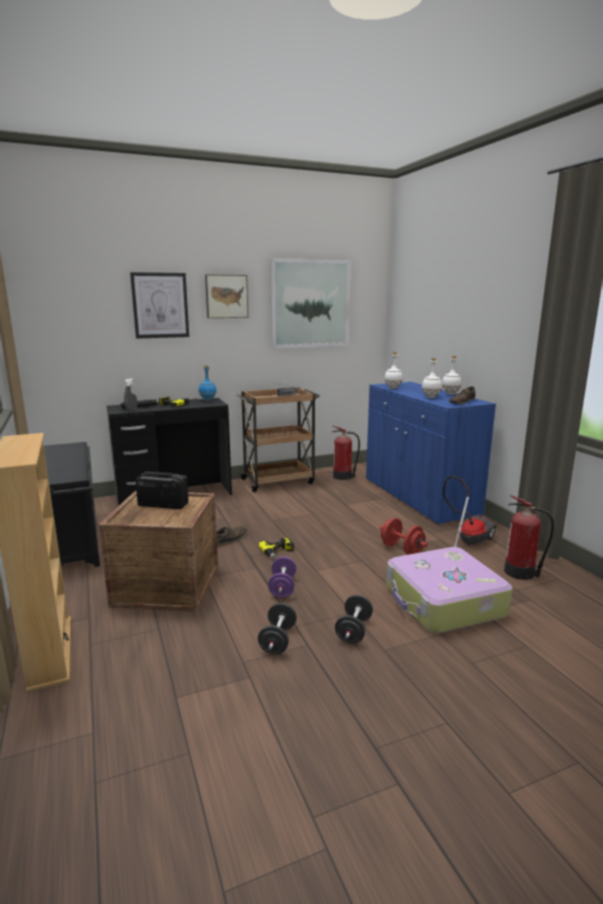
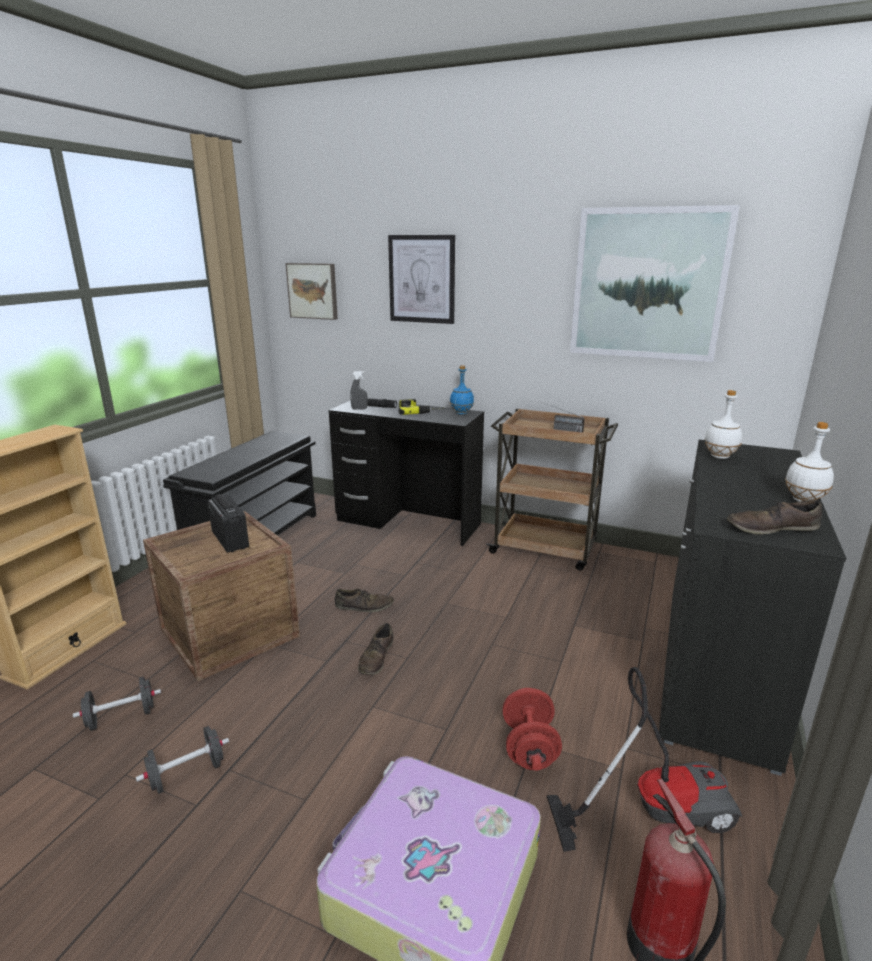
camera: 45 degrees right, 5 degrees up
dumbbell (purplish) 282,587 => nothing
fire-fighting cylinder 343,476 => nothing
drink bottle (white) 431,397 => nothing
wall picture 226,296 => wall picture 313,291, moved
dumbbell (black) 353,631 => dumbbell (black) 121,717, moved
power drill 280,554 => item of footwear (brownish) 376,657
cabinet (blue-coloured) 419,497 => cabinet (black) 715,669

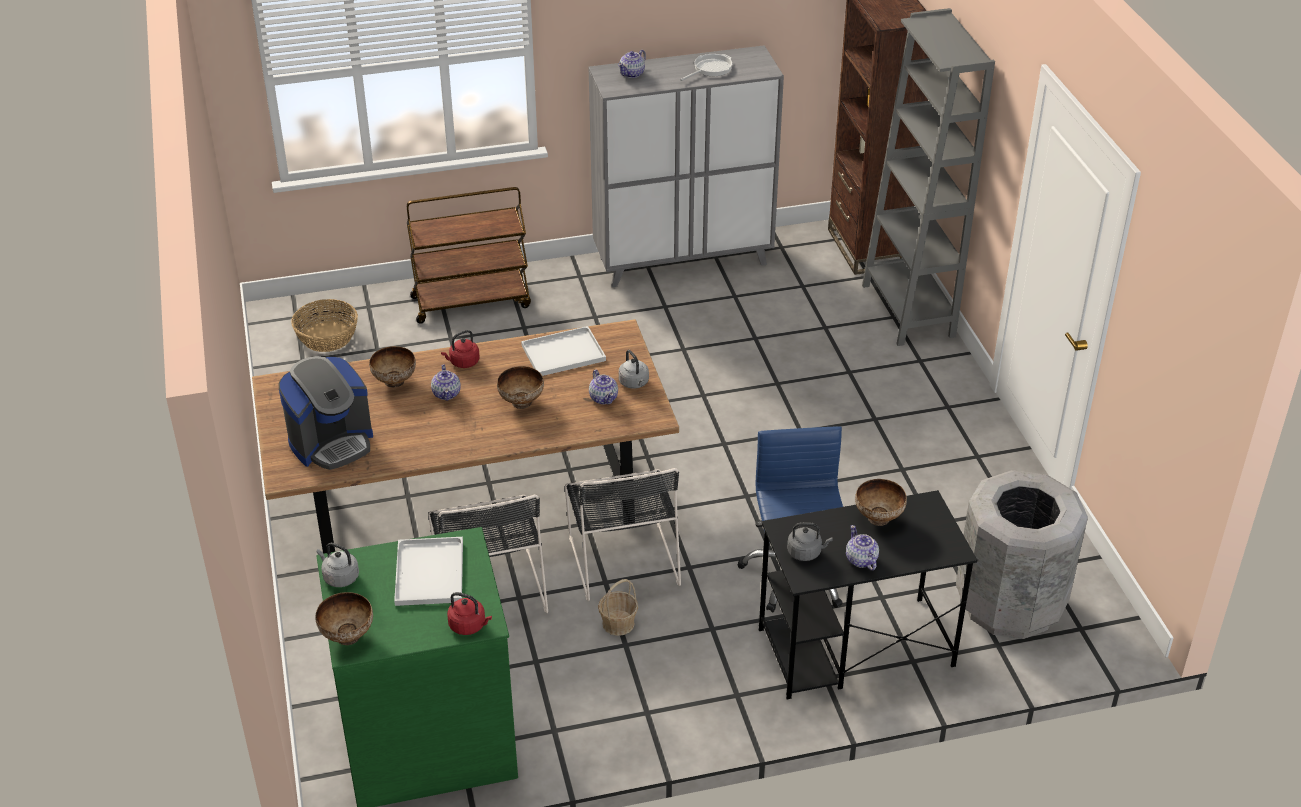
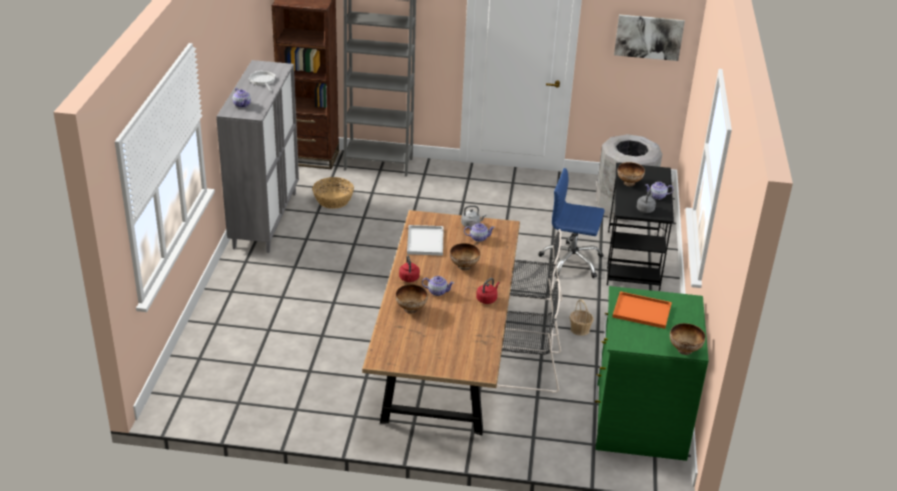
camera: 70 degrees left, 5 degrees down
coffee brewer 332,443 => nothing
water kettle (grey) 339,577 => nothing
wheeled cart (brownish) 471,301 => nothing
nothing => wall picture 648,37
basket 327,337 => basket 333,200, moved
water kettle (red) 469,626 => water kettle (red) 487,299, moved
tray (white) 430,574 => tray (orangey) 643,311

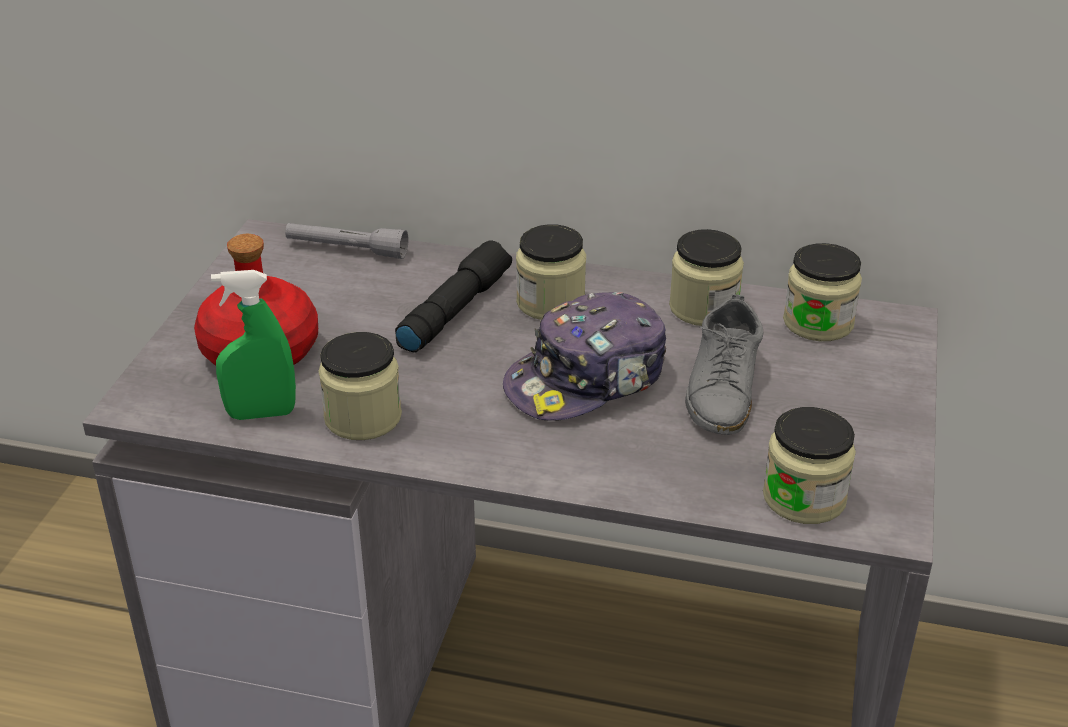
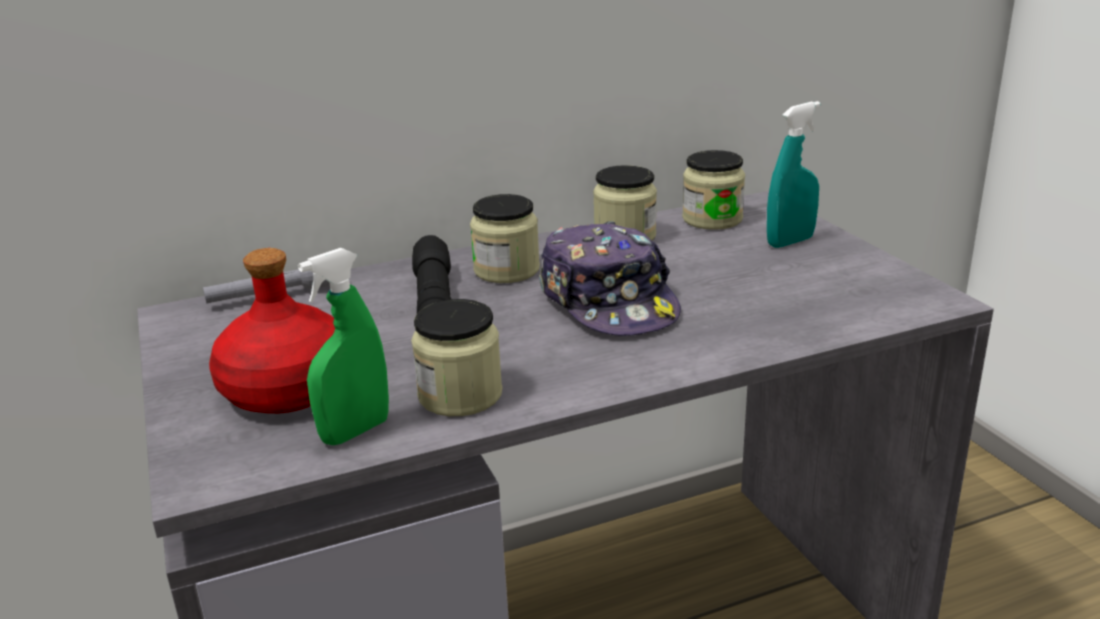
camera: 35 degrees left, 10 degrees down
item of footwear (grey) 723,387 => nothing
jar 804,498 => nothing
nothing => hand sprayer (blue-green) 790,242
peaked cap 587,379 => peaked cap 609,302, 45 degrees counterclockwise

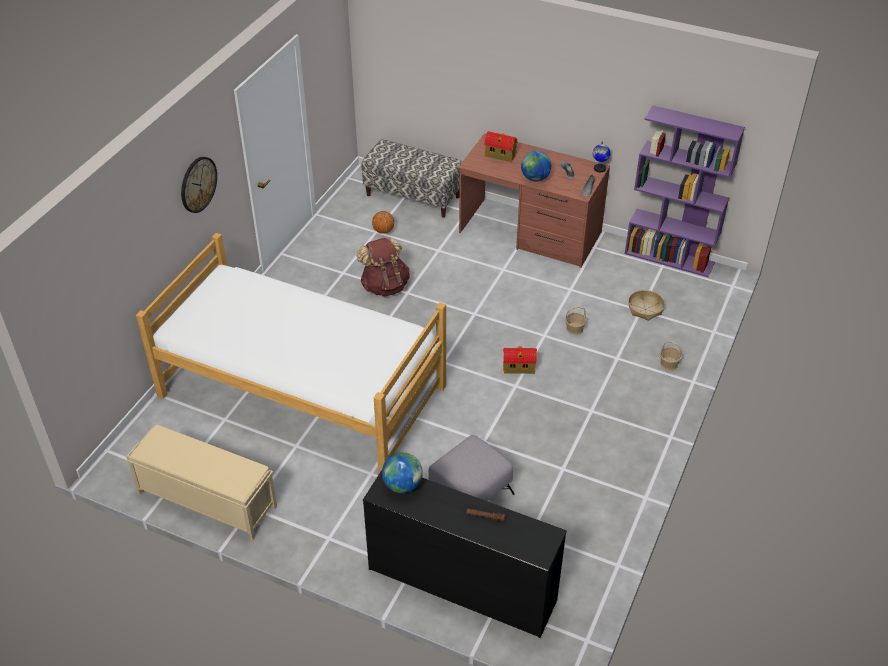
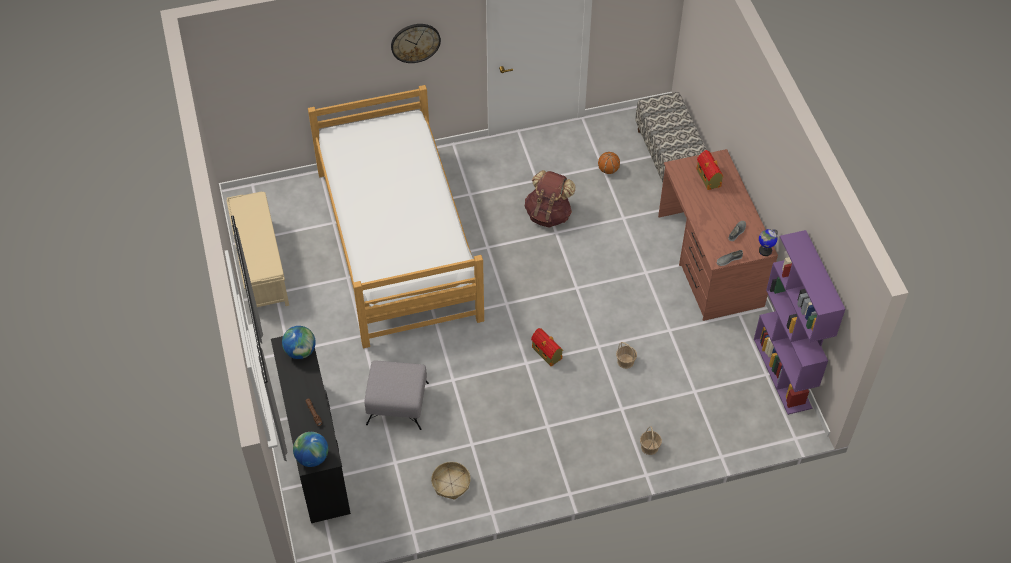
camera: 50 degrees right, 10 degrees up
world globe 535,178 => world globe 312,457, moved
basket 645,309 => basket 451,484, moved

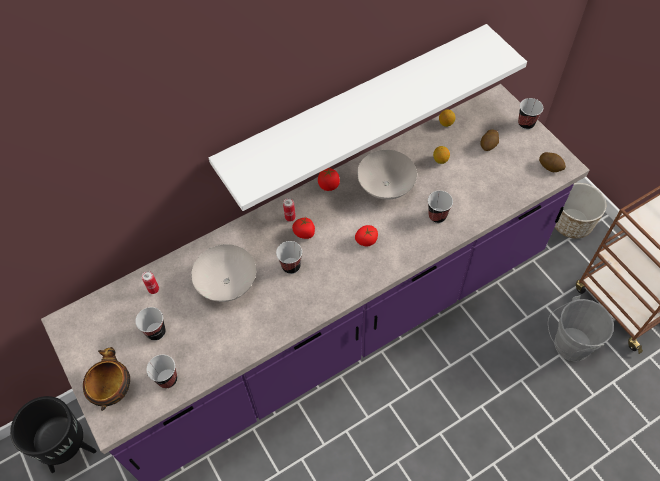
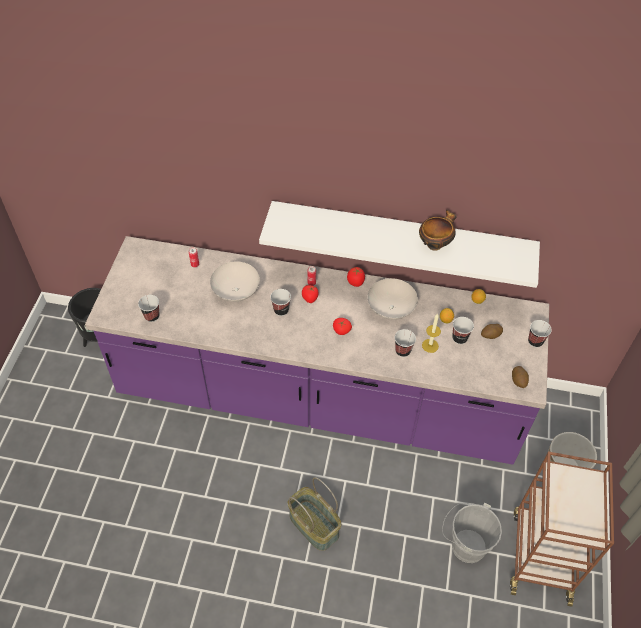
camera: 40 degrees right, 5 degrees down
nothing => basket 315,525
nothing => wax light 430,345
serving bowl 113,389 => serving bowl 435,244, moved
drinking cup 156,332 => drinking cup 459,338, moved

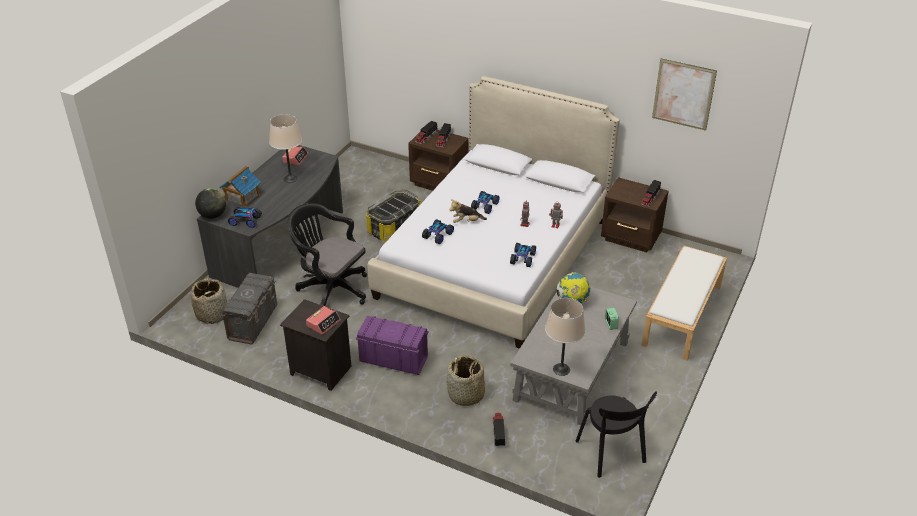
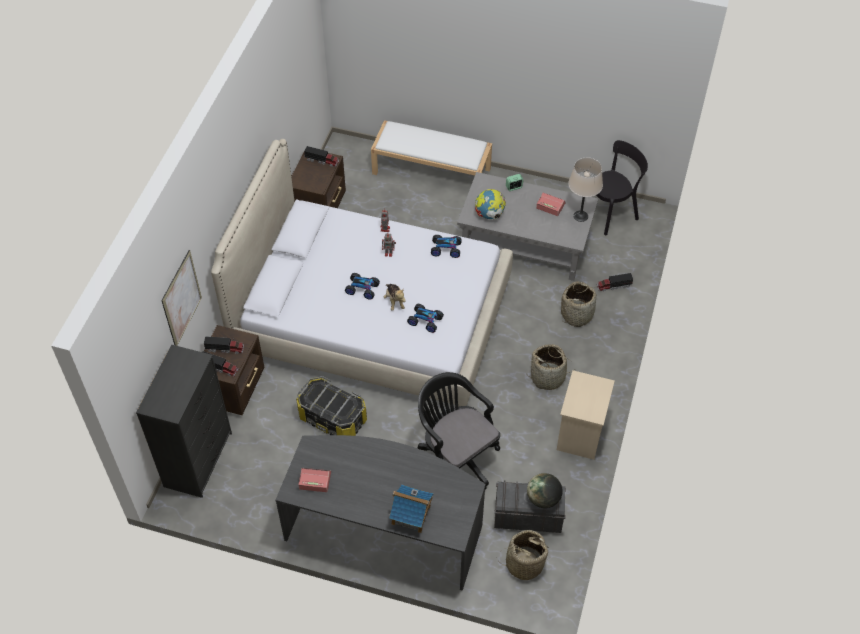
camera: 100 degrees left, 15 degrees up
model car 245,220 => nothing
table lamp (beige-coloured) 290,179 => nothing
nothing => chest of drawers (black) 198,459
world globe 213,215 => world globe 543,499, moved
bedside clock 323,323 => bedside clock 550,206, moved
wall picture 683,94 => wall picture 181,299, moved
storage bin (purplish) 393,359 => basket 548,377
bedside table (black) 319,371 => bedside table (beige-coloured) 581,435
computer chair (black) 330,289 => computer chair (black) 455,456, 120 degrees clockwise

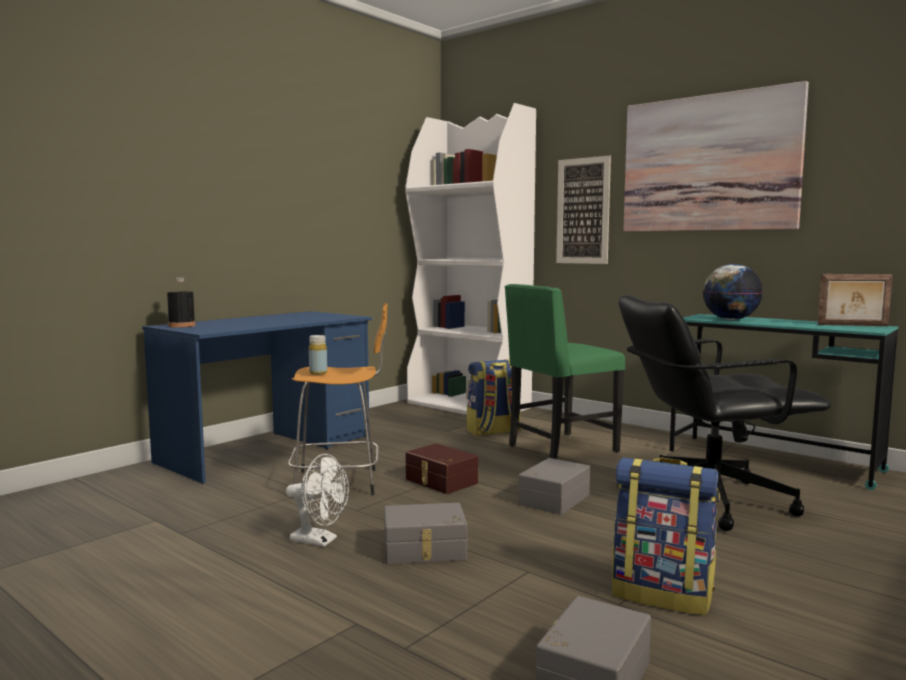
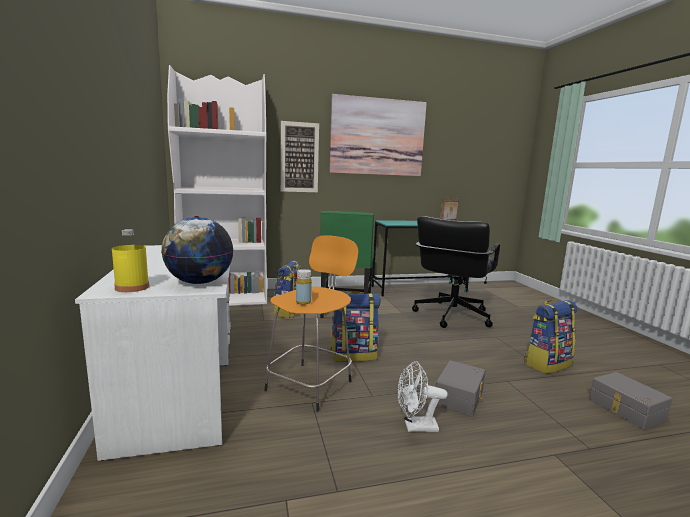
camera: 55 degrees left, 5 degrees up
storage bin (grey) 552,499 => nothing
world globe 730,319 => world globe 199,282, moved
storage bin (brownish) 440,481 => backpack 354,354
desk unit (blue-coloured) 268,450 => desk unit (white) 181,387
drink bottle (black) 182,326 => drink bottle (yellowish) 132,287
electric fan (white) 320,540 => electric fan (white) 415,427, 150 degrees counterclockwise

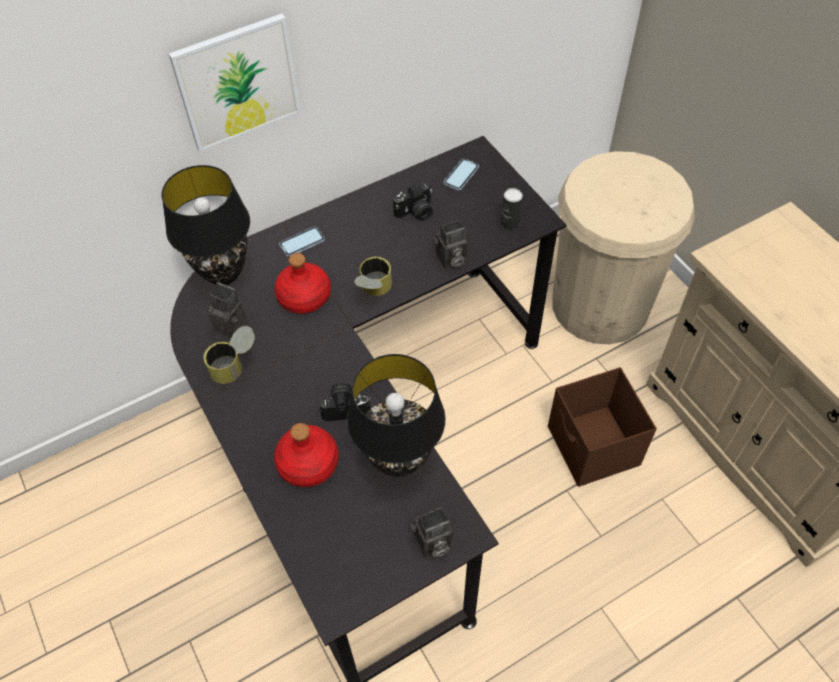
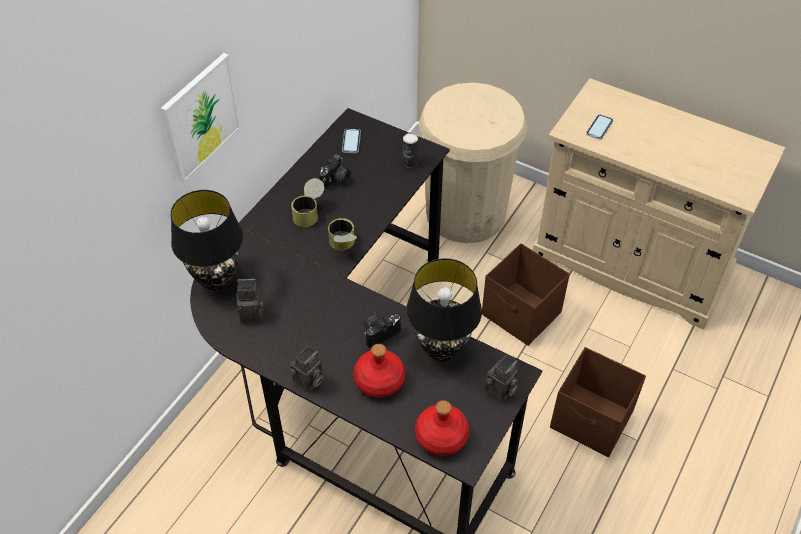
camera: 30 degrees left, 5 degrees down
nothing => storage bin (brownish) 592,421
can 235,365 => can 309,212, moved
drink bottle (red) 305,296 => drink bottle (red) 441,436, moved
handset 302,242 => handset 599,128, moved
still camera 450,261 => still camera 308,382, moved

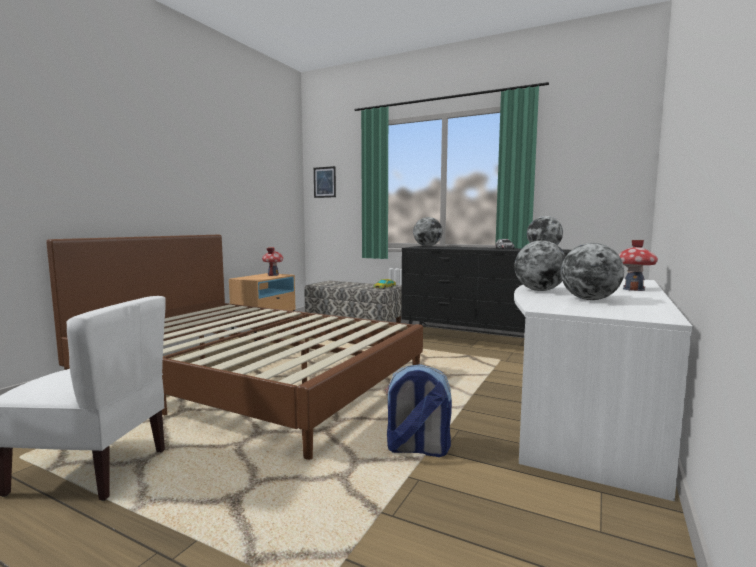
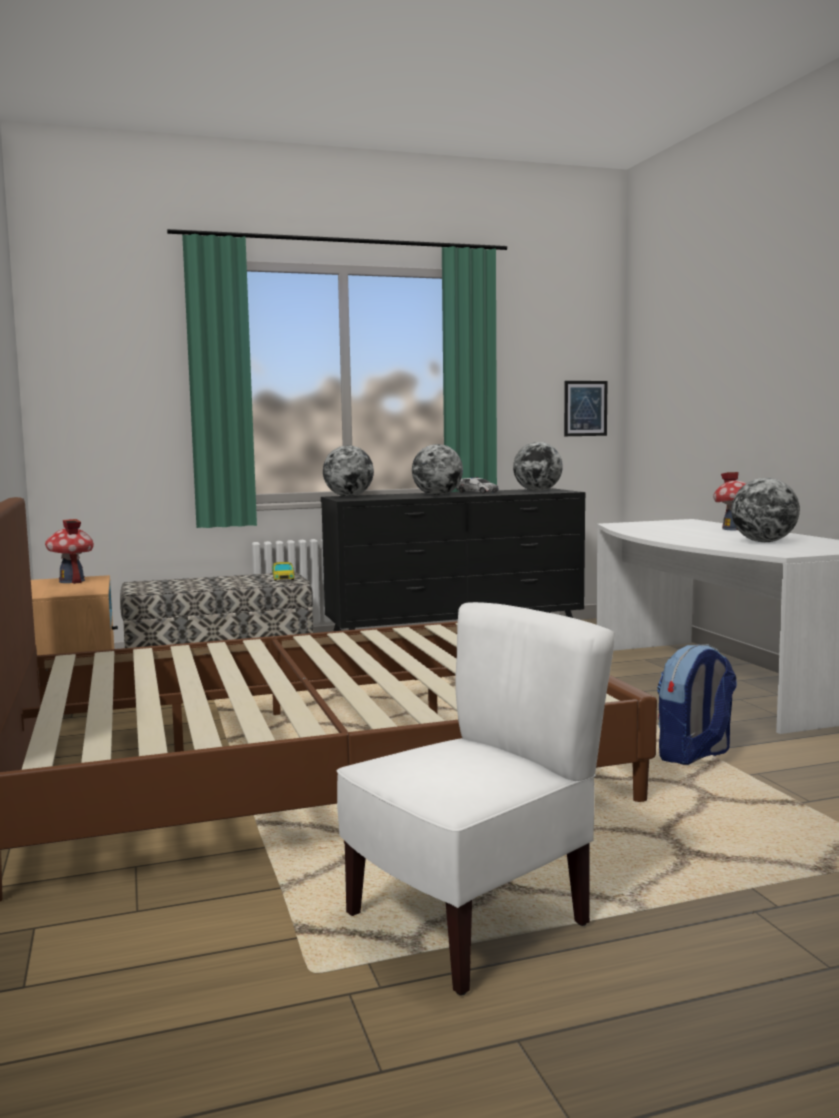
camera: 45 degrees left, 0 degrees up
wall picture 324,182 => wall picture 585,408, moved
world globe 539,290 => world globe 437,495, moved

